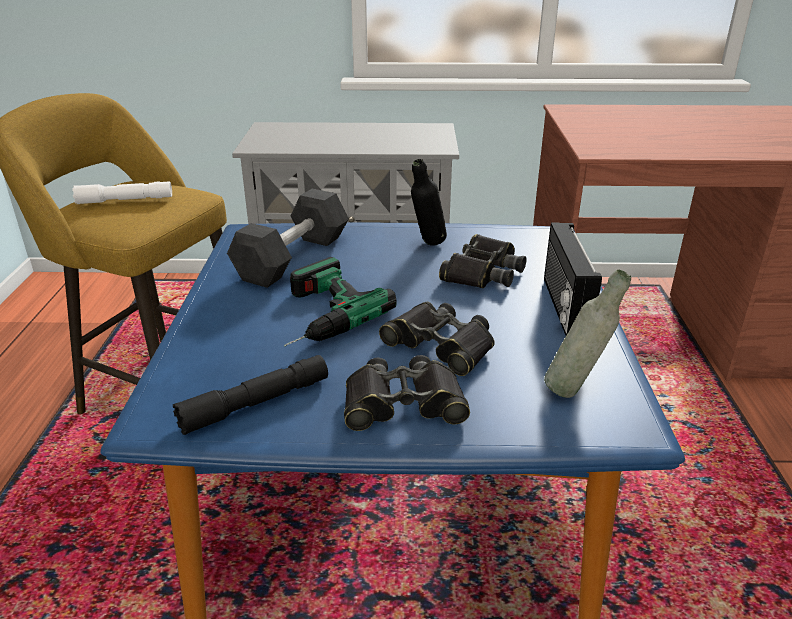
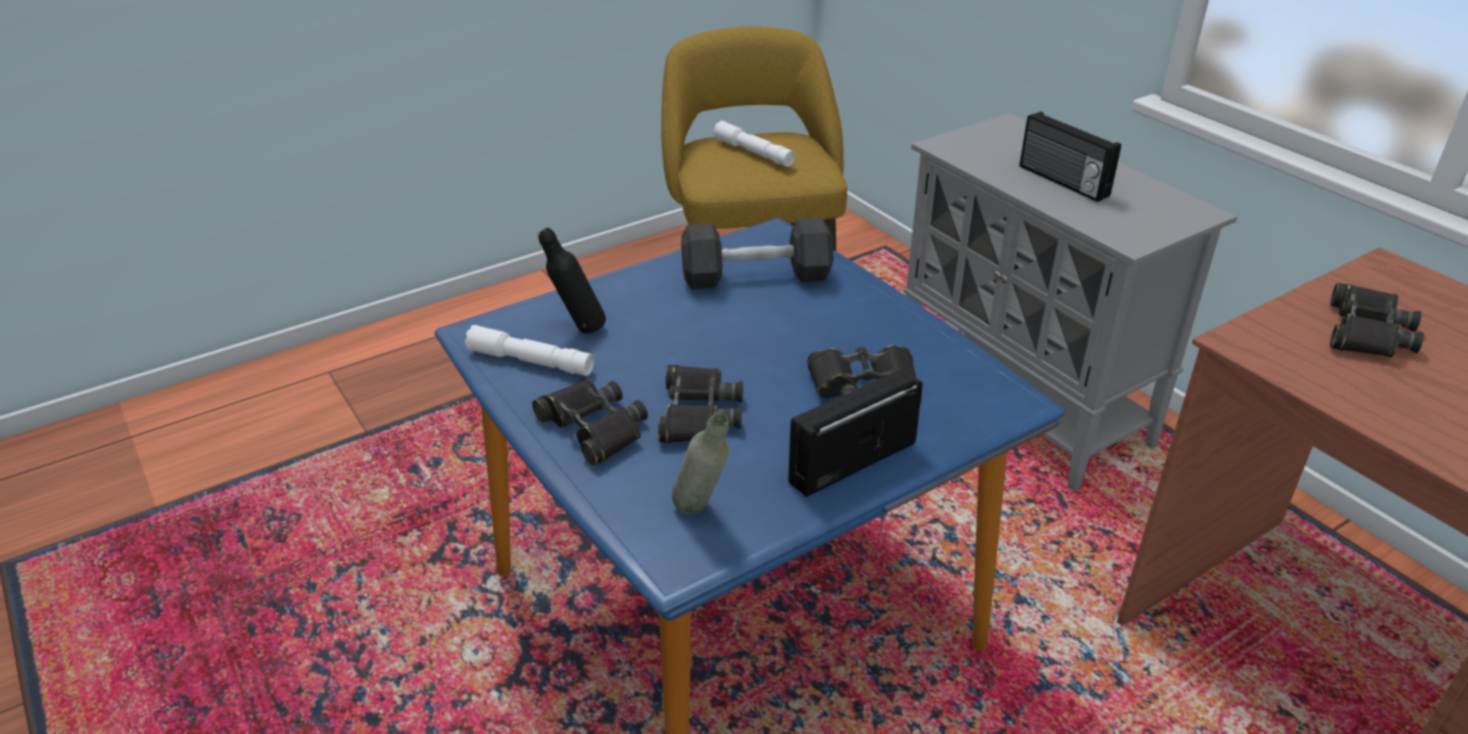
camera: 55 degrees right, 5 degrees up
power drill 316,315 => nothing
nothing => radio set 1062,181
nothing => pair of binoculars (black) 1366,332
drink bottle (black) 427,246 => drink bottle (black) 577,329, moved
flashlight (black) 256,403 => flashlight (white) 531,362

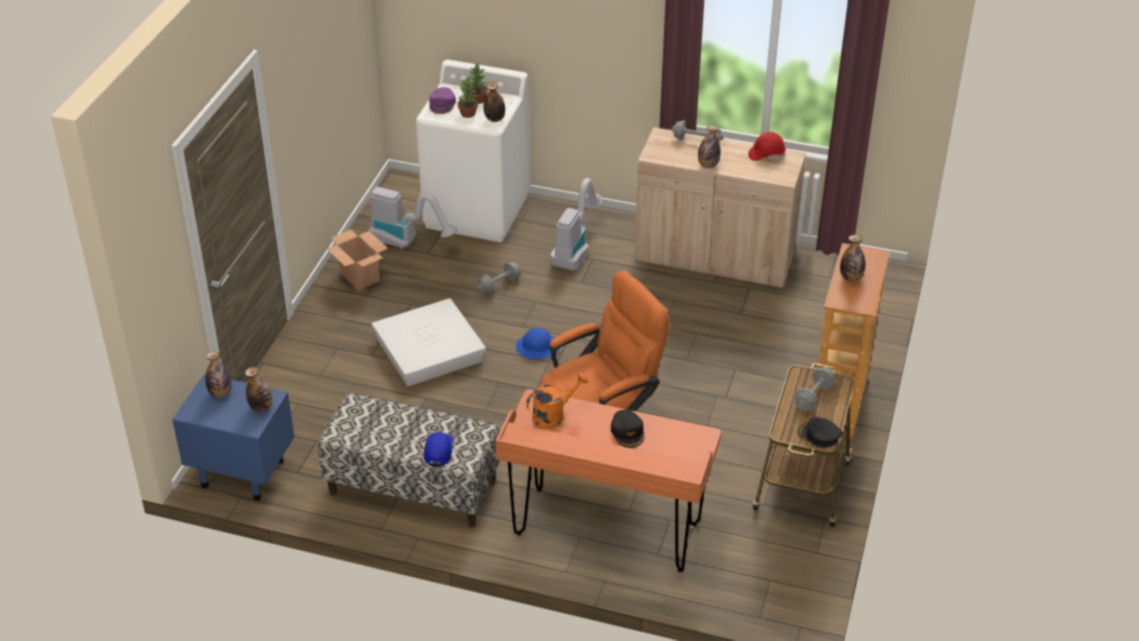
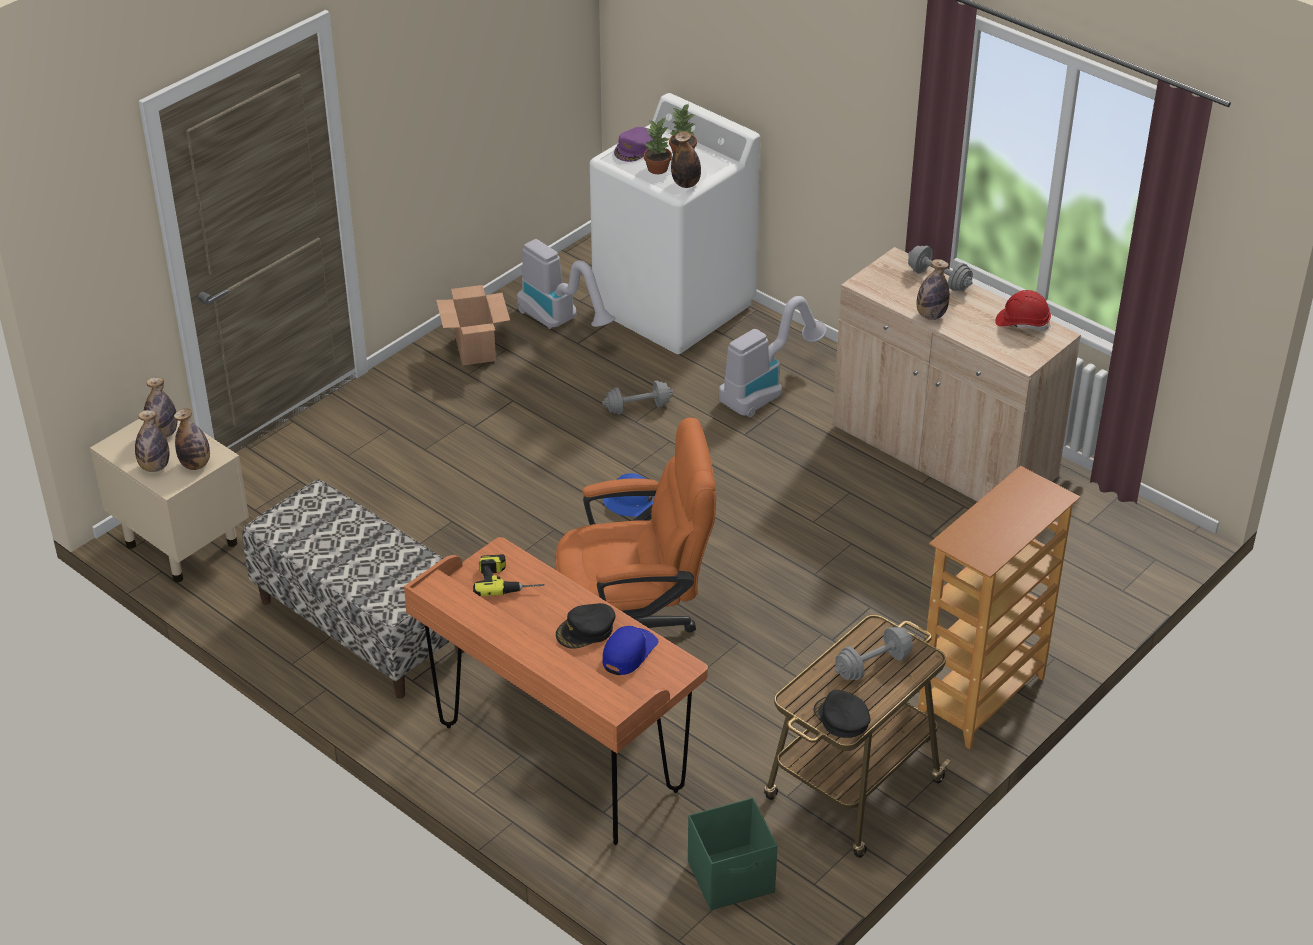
camera: 25 degrees right, 0 degrees up
storage bin (white) 428,349 => nothing
nothing => storage bin (green) 732,878
peaked cap (blue-coloured) 438,450 => peaked cap (blue-coloured) 628,652, moved
drink bottle 851,278 => drink bottle 155,467, moved
sprinkling can (orangey) 553,415 => power drill 508,580
bedside table (blue-coloured) 241,473 => bedside table (beige-coloured) 180,543
peaked cap (black) 628,432 => peaked cap (black) 586,630, 45 degrees clockwise

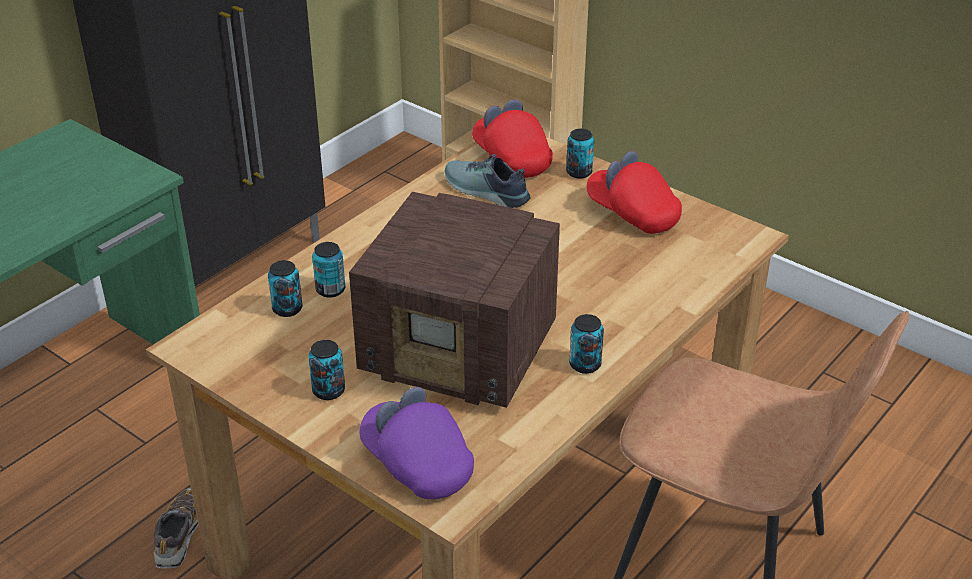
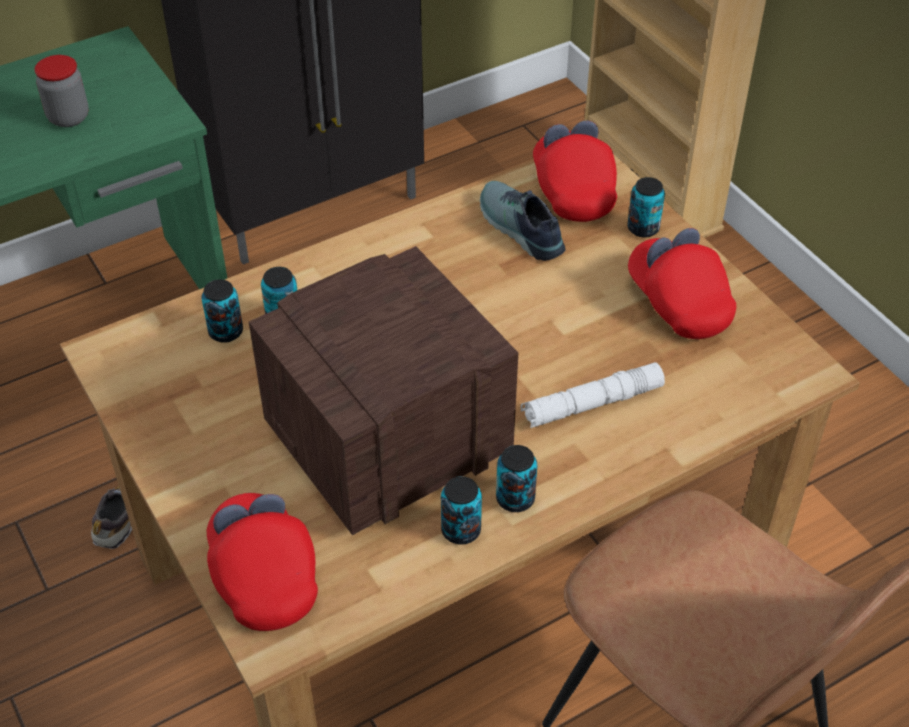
camera: 20 degrees right, 10 degrees up
nothing => jar 68,117
nothing => flashlight (white) 592,404
can 328,391 => can 461,530, moved
peaked cap (purplish) 417,464 => peaked cap (red) 263,575
radio set 461,353 => radio set 383,443, 105 degrees clockwise

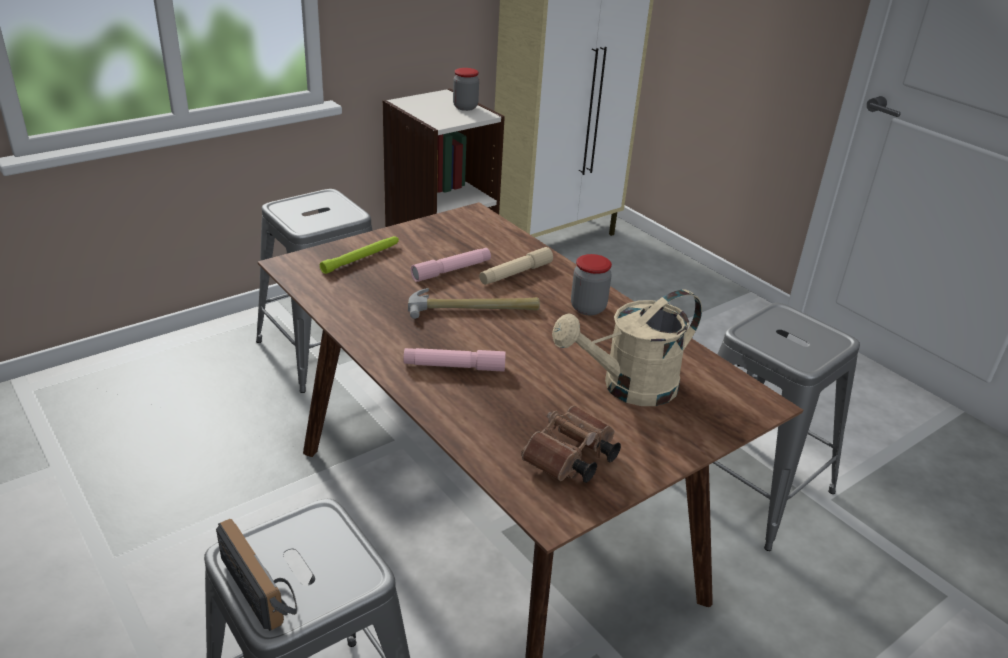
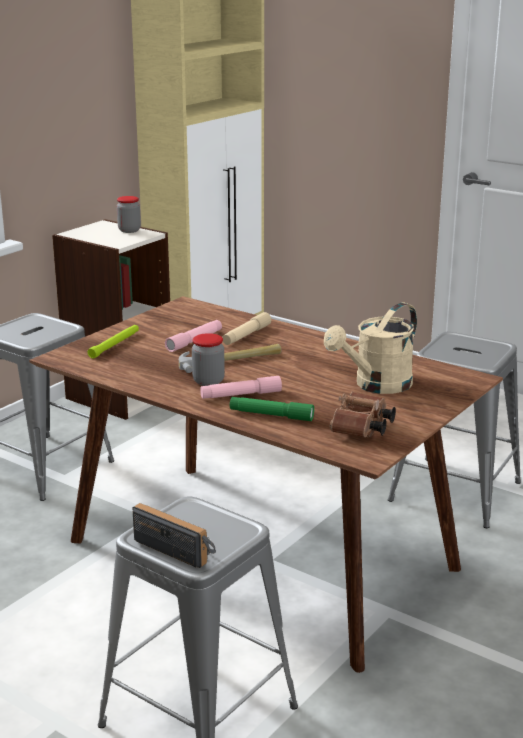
camera: 15 degrees left, 10 degrees down
nothing => flashlight (green) 271,415
jar 588,308 => jar 208,381, moved

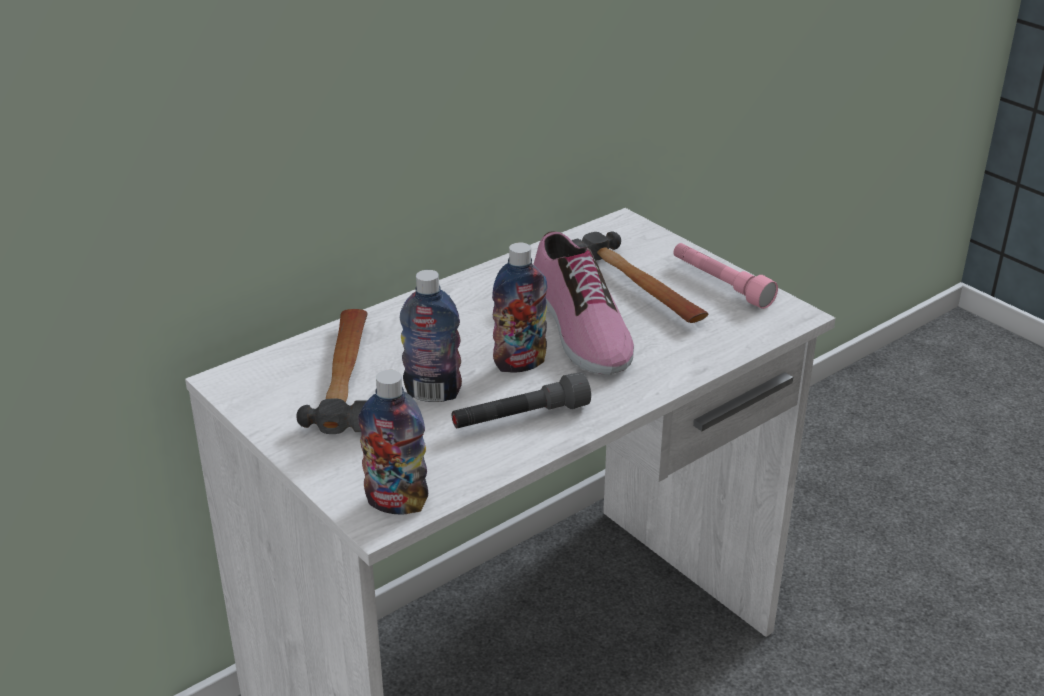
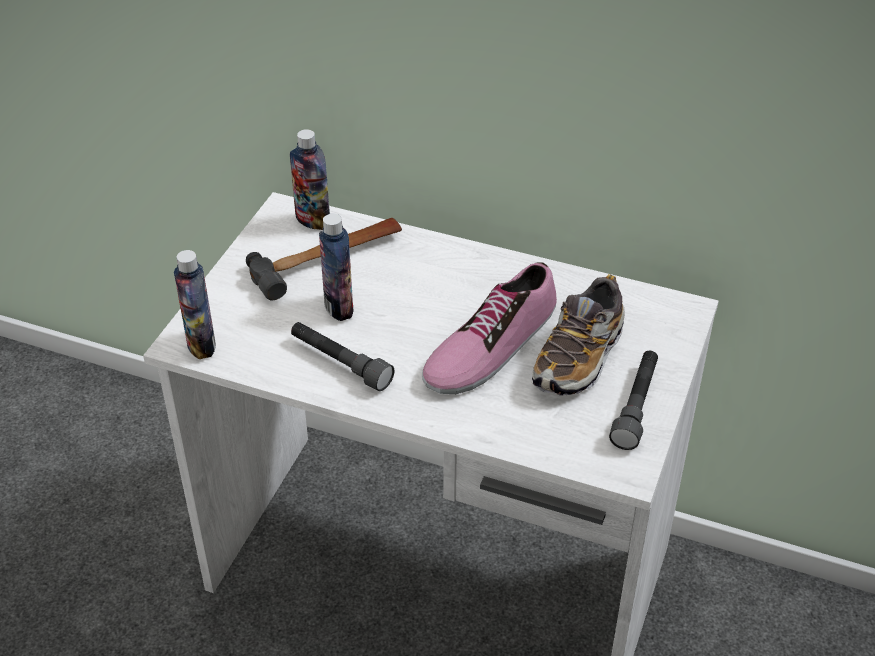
camera: 60 degrees right, 10 degrees up
drink bottle 520,363 => drink bottle 312,220, moved
tool hammer 637,289 => item of footwear 579,358
flashlight (pink) 720,284 => flashlight (grey) 636,406

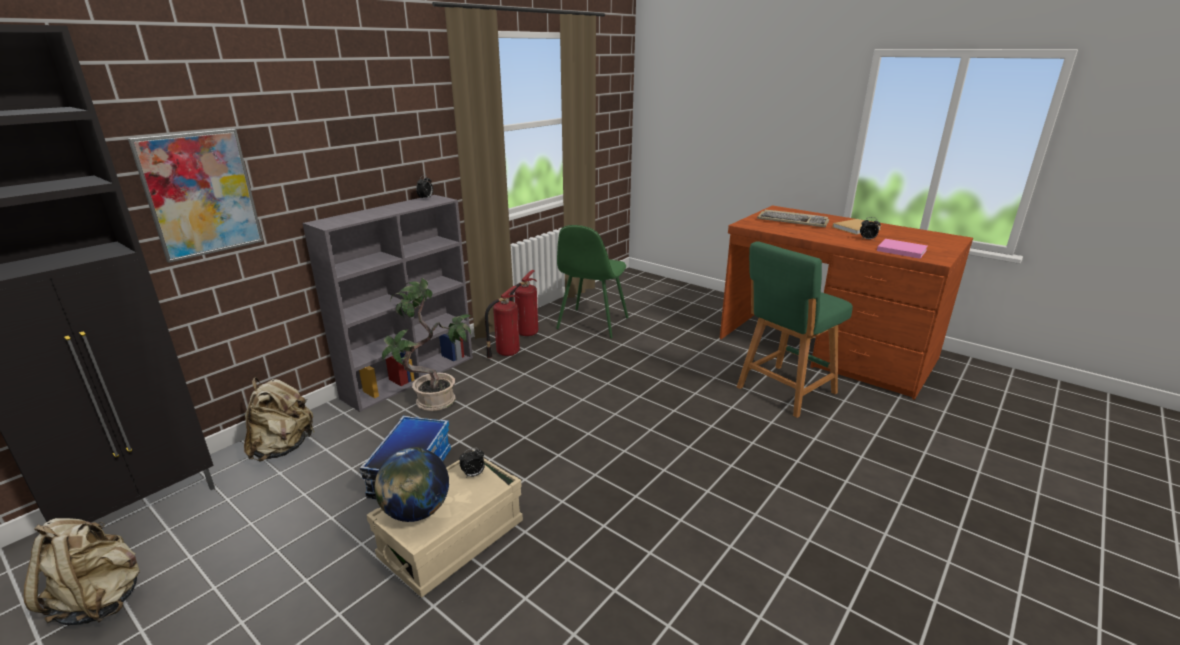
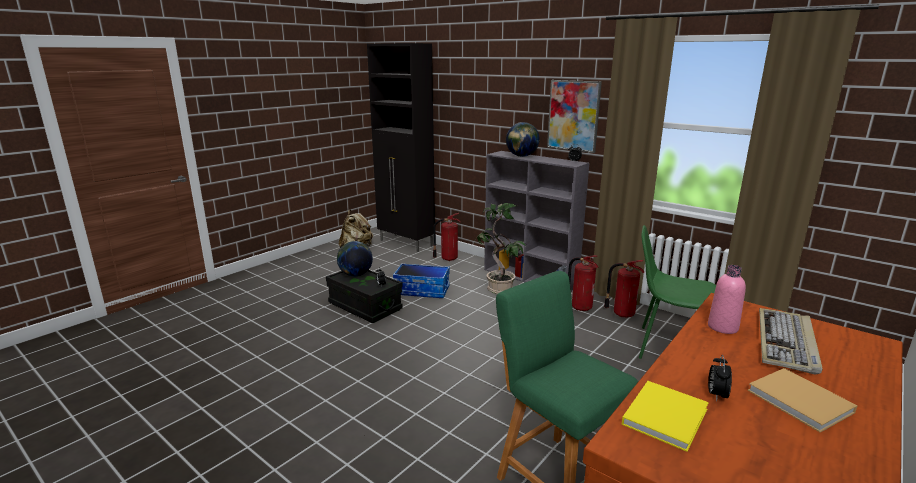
camera: 90 degrees right, 5 degrees down
nothing => world globe 521,156
nothing => drink bottle (pink) 722,327
wall picture 200,194 => wall picture 573,116, moved
backpack (beige-coloured) 283,448 => fire-fighting cylinder 448,258
storage bin (beige-coloured) 452,540 => storage bin (black) 365,306
volume (pink) 900,250 => volume (yellowish) 666,415

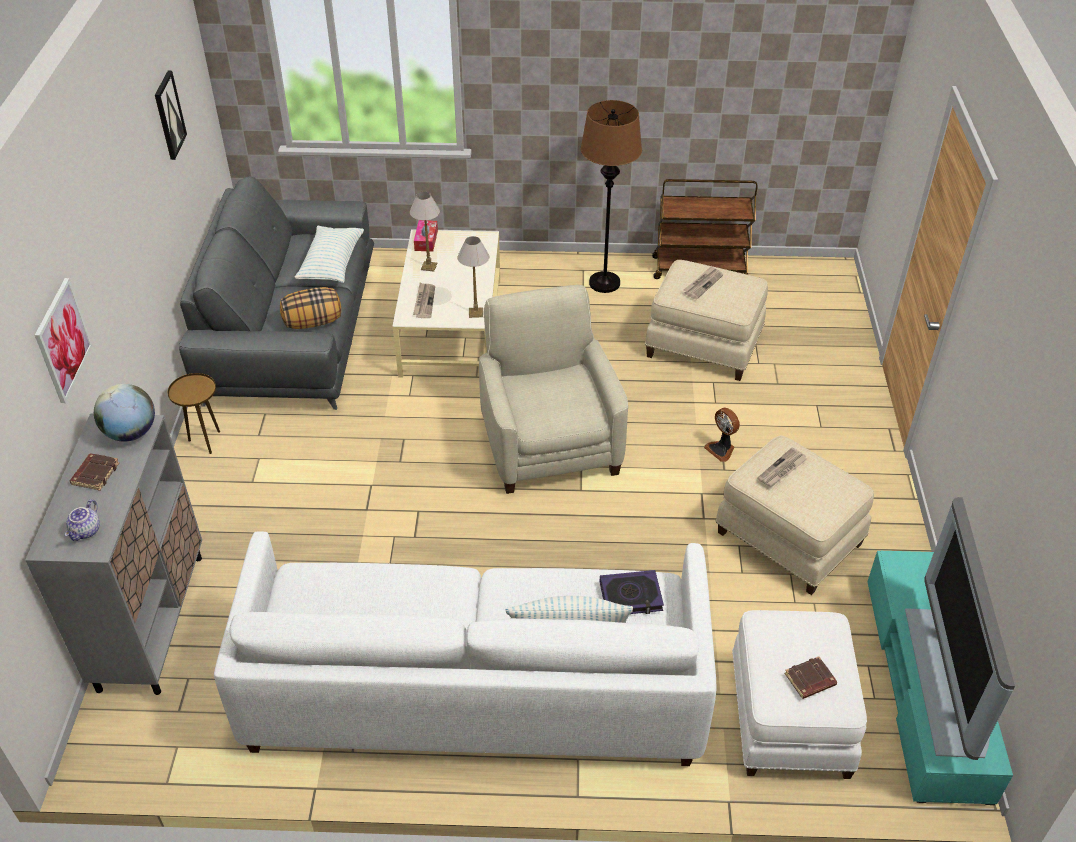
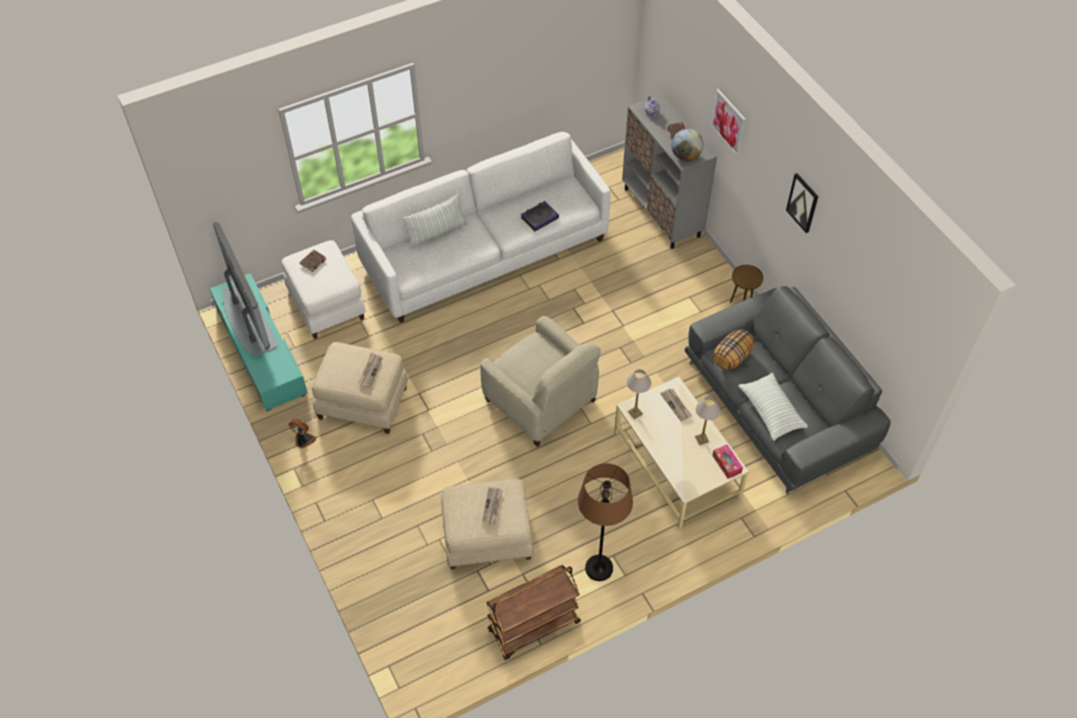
camera: 150 degrees right, 10 degrees up
wall picture 169,115 => wall picture 803,202, moved
volume 630,597 => volume 539,218, moved
electric fan 721,449 => electric fan 303,440, moved

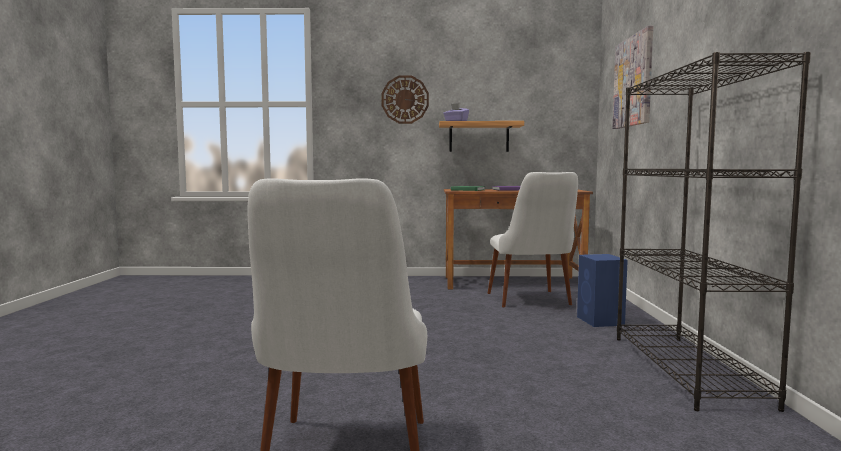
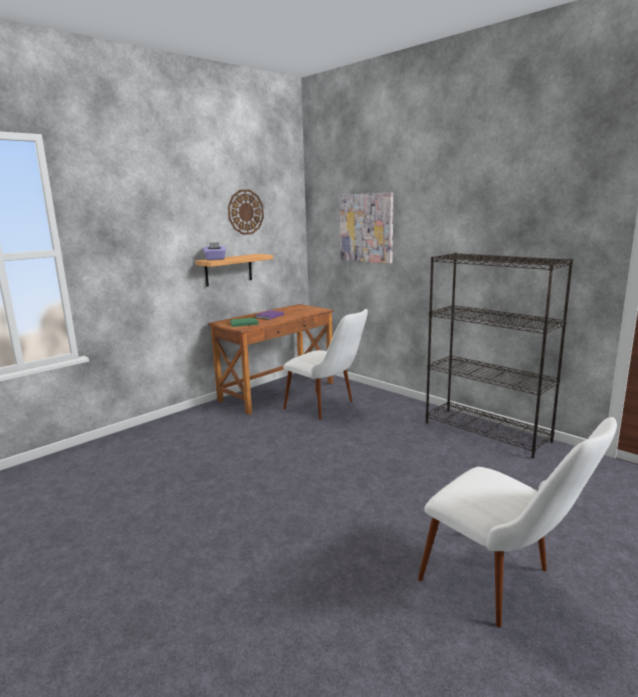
camera: 45 degrees left, 10 degrees up
audio speaker (blue-coloured) 600,321 => nothing
clock on the wall 405,99 => clock on the wall 245,212, moved

